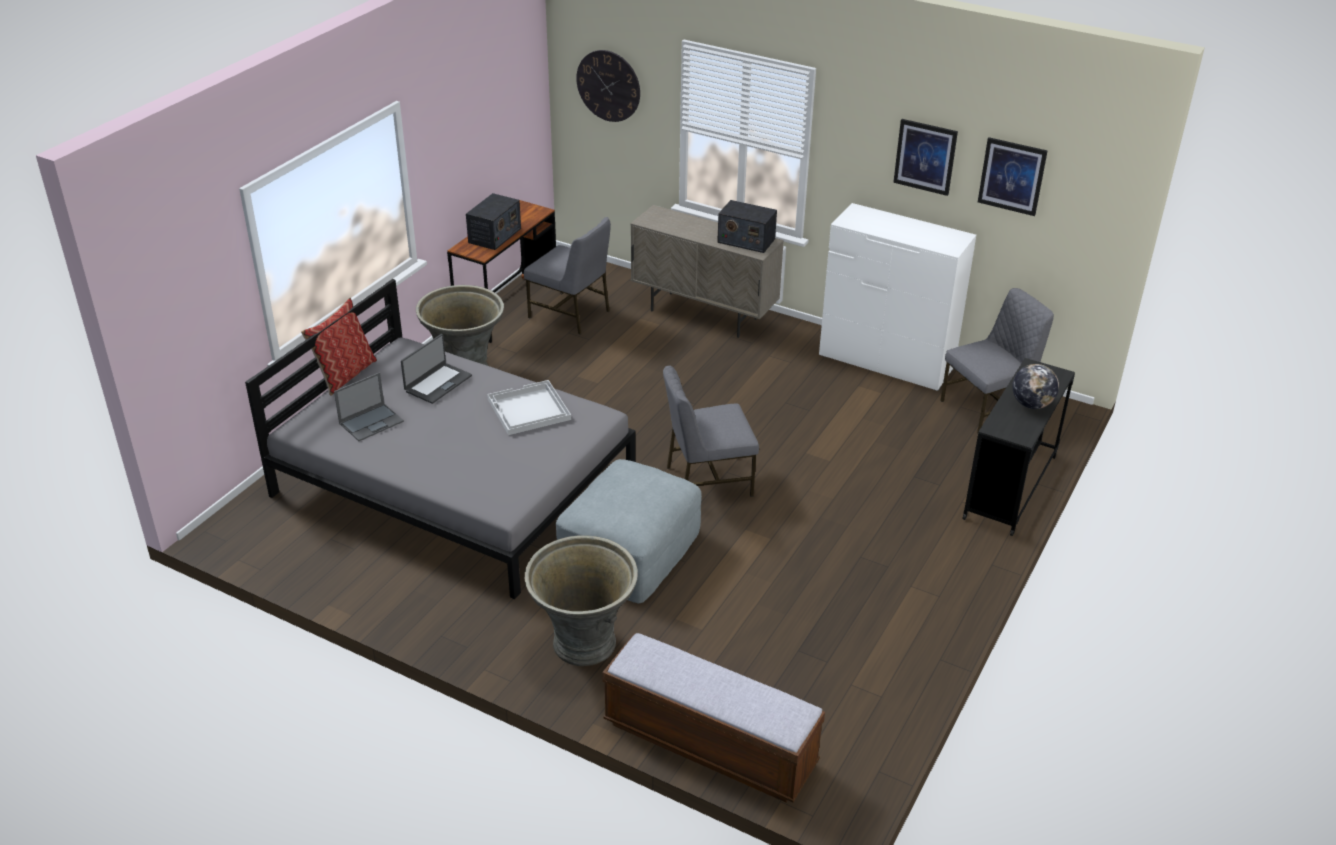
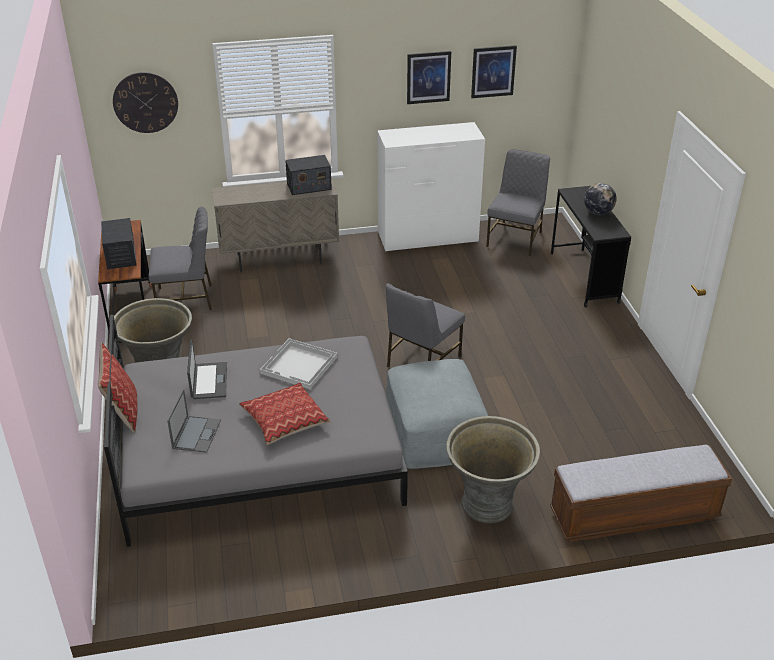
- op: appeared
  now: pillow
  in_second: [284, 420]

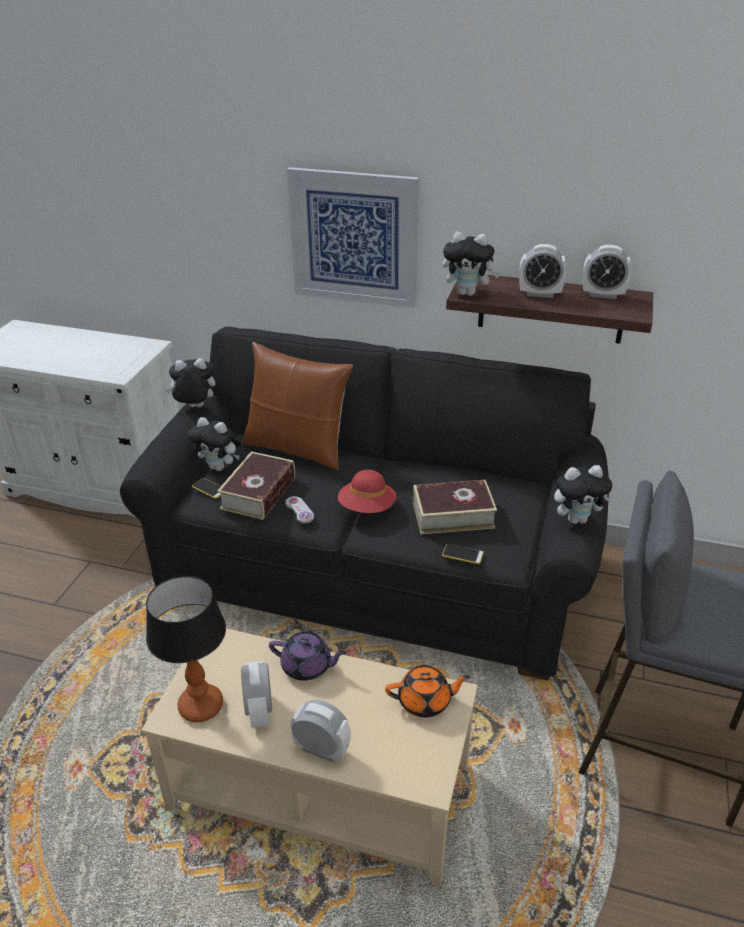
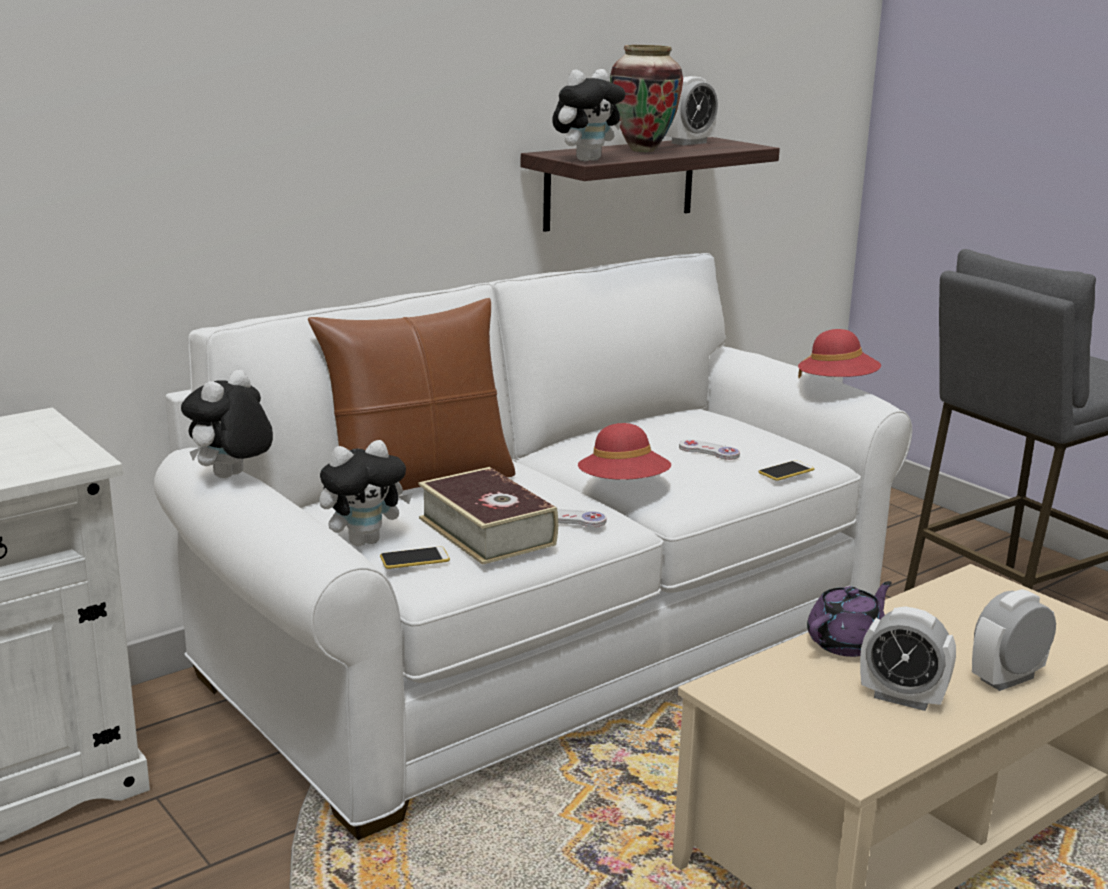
- op: missing
  was: table lamp
  in_first: [200, 706]
- op: missing
  was: picture
  in_first: [354, 238]
- op: missing
  was: teapot/orange
  in_first: [425, 701]
- op: exchanged
  was: book
  now: game controller/white
  in_first: [453, 515]
  in_second: [709, 451]
- op: exchanged
  was: alarm clock
  now: vase
  in_first: [539, 294]
  in_second: [643, 150]
- op: exchanged
  was: plush toy
  now: hat/red
  in_first: [577, 519]
  in_second: [837, 385]
- op: colour
  was: sofa/black
  now: sofa/white
  in_first: [373, 571]
  in_second: [549, 650]

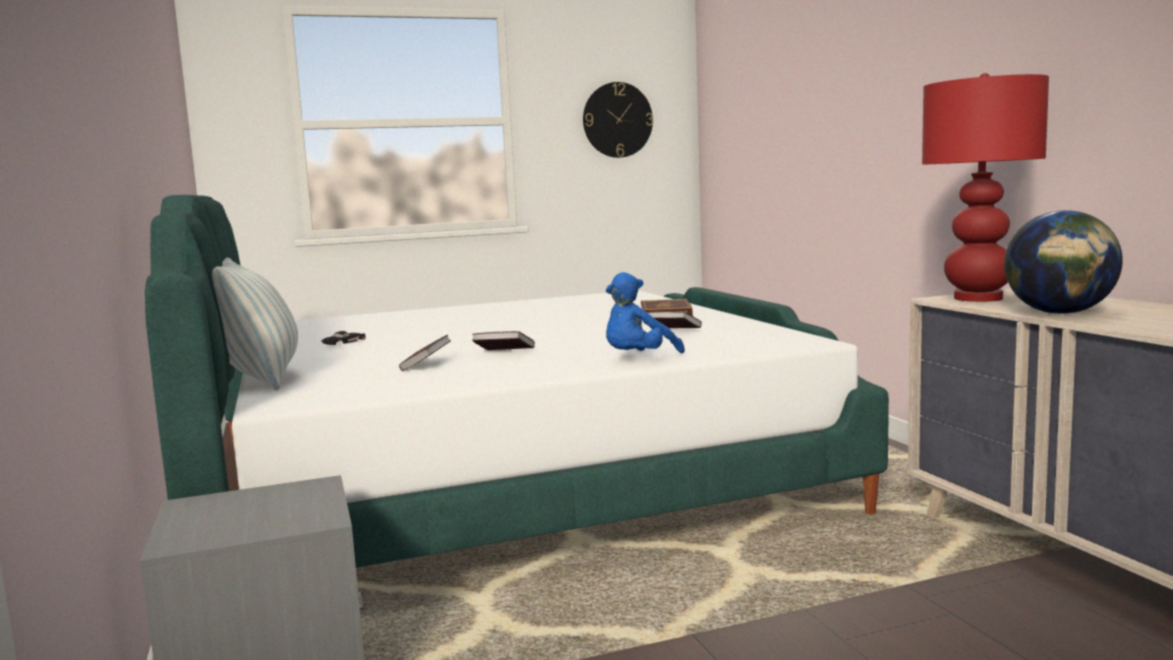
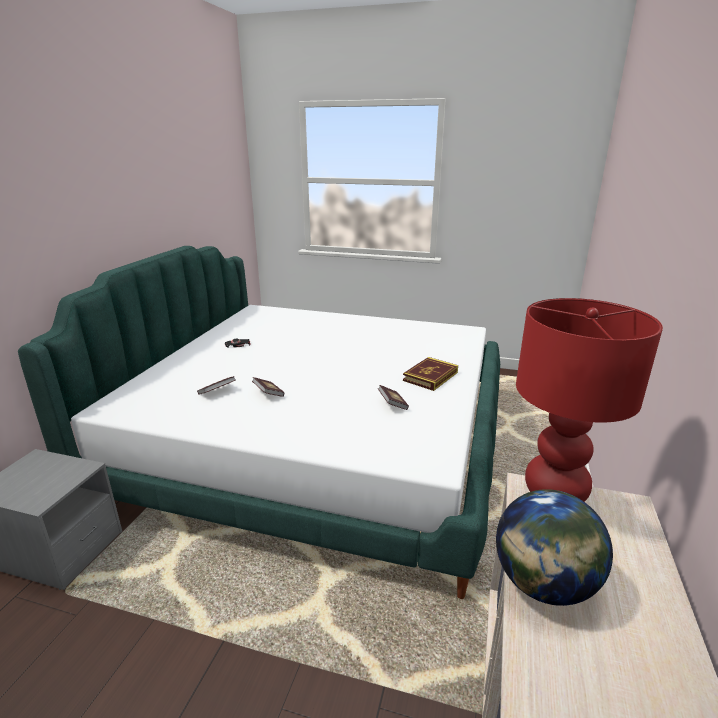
- op: missing
  was: pillow
  in_first: [260, 379]
- op: missing
  was: wall clock
  in_first: [617, 120]
- op: missing
  was: plush toy/blue
  in_first: [638, 359]

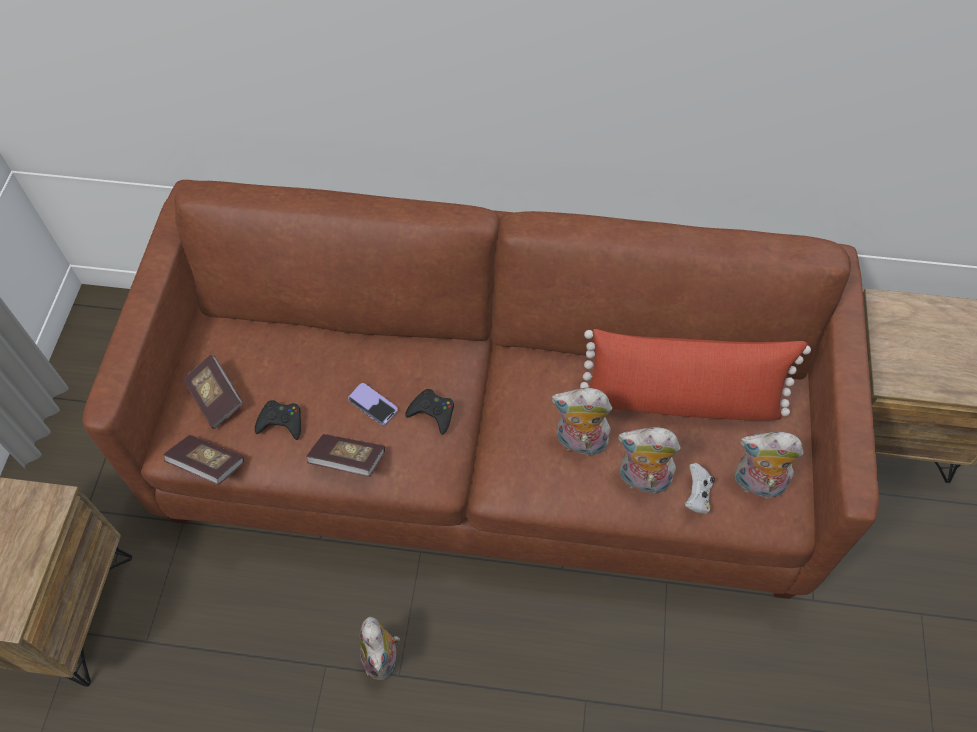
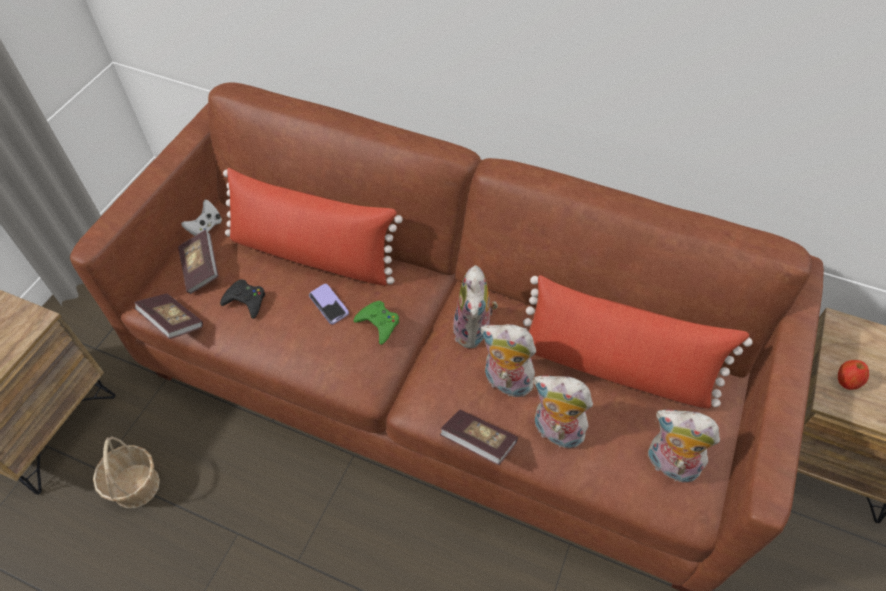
- op: appeared
  now: basket
  in_second: [136, 485]
- op: appeared
  now: pillow/red
  in_second: [312, 254]
- op: appeared
  now: apple
  in_second: [846, 382]
- op: relocated
  was: book
  in_first: [348, 461]
  in_second: [478, 442]
- op: relocated
  was: plush toy
  in_first: [383, 658]
  in_second: [474, 331]
- op: relocated
  was: game controller/white
  in_first: [697, 496]
  in_second: [206, 228]
- op: colour
  was: game controller/black
  now: game controller/green
  in_first: [432, 413]
  in_second: [378, 324]

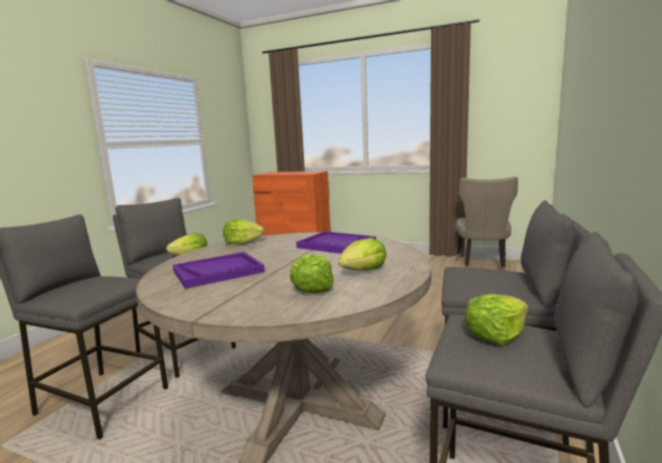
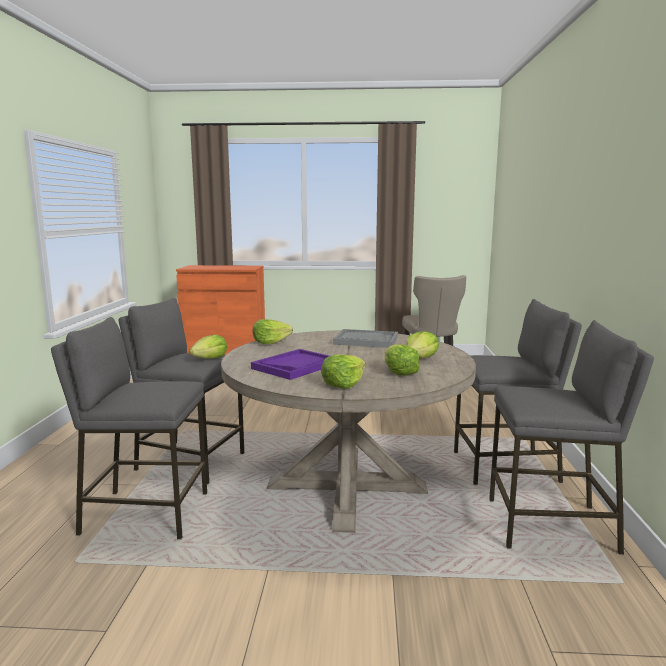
- op: relocated
  was: lettuce
  in_first: [495, 334]
  in_second: [343, 384]
- op: colour
  was: tray/purple
  now: tray/grey
  in_first: [336, 245]
  in_second: [366, 340]

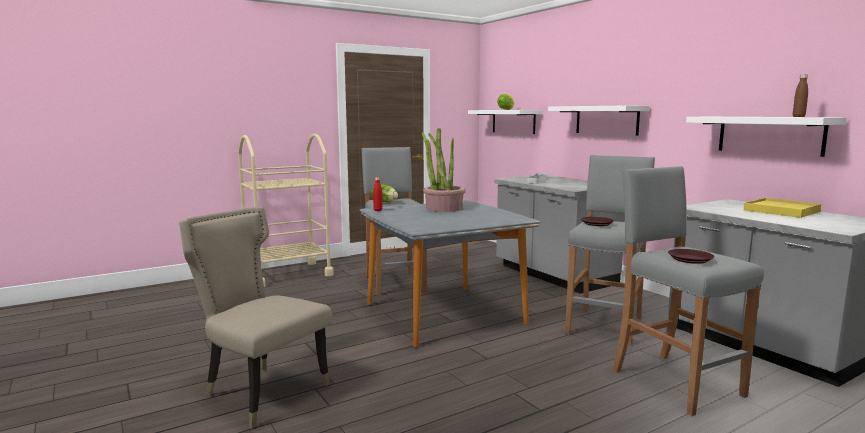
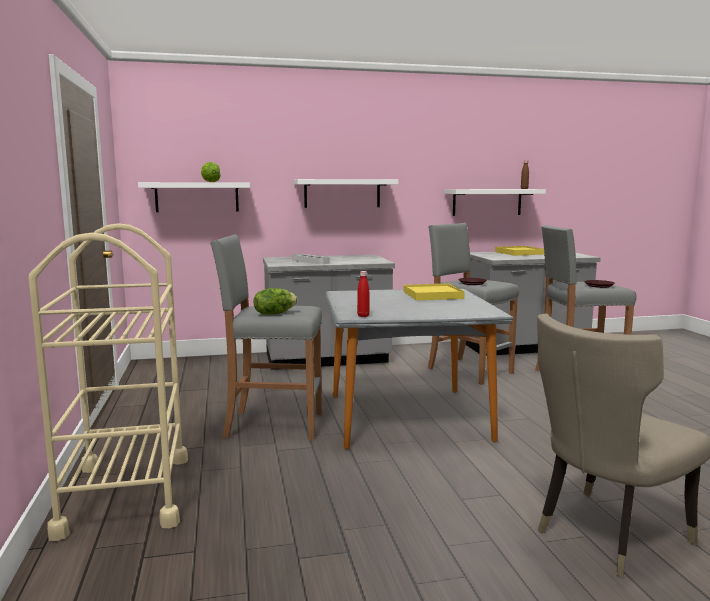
- op: missing
  was: potted plant
  in_first: [443, 208]
- op: appeared
  now: tray/yellow
  in_second: [432, 295]

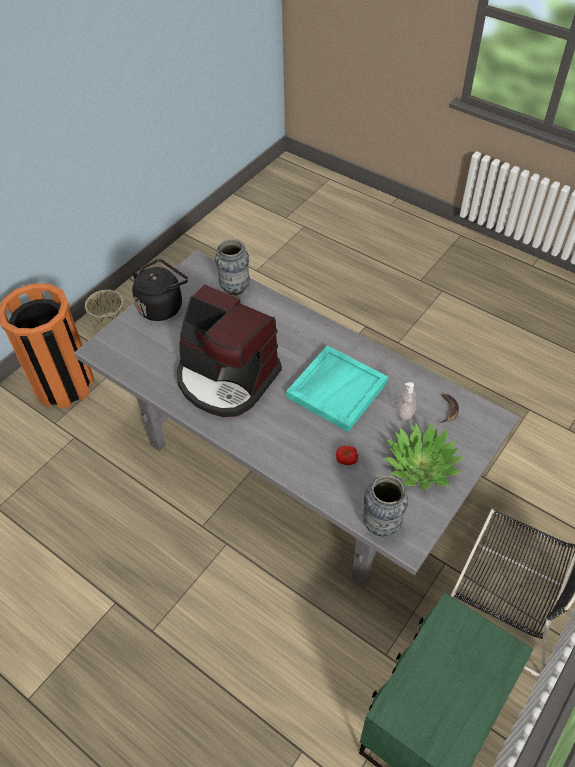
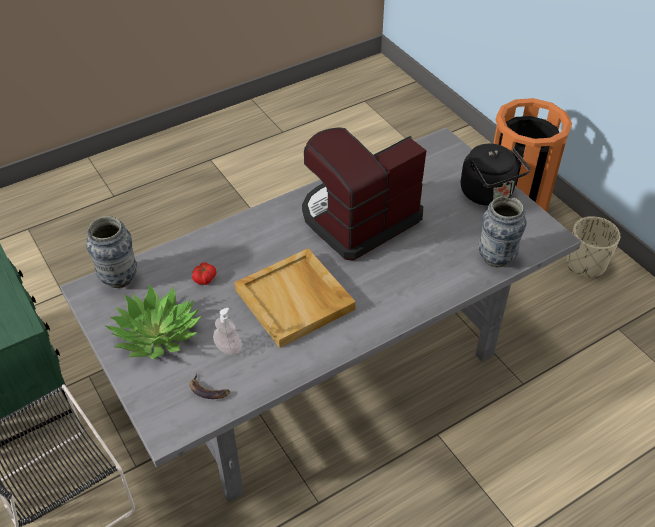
- op: colour
  was: tray/turquoise
  now: tray/beige
  in_first: [336, 389]
  in_second: [296, 300]

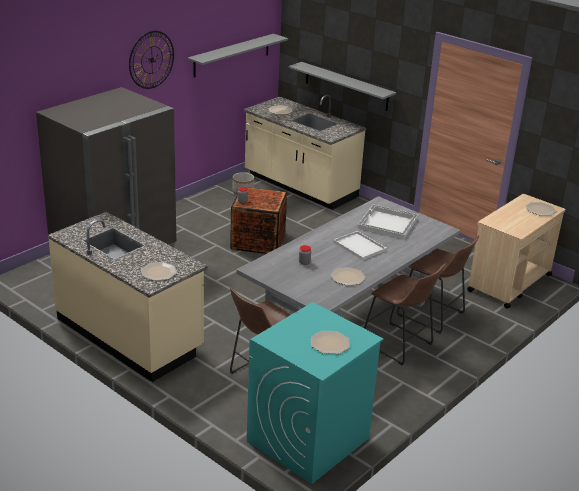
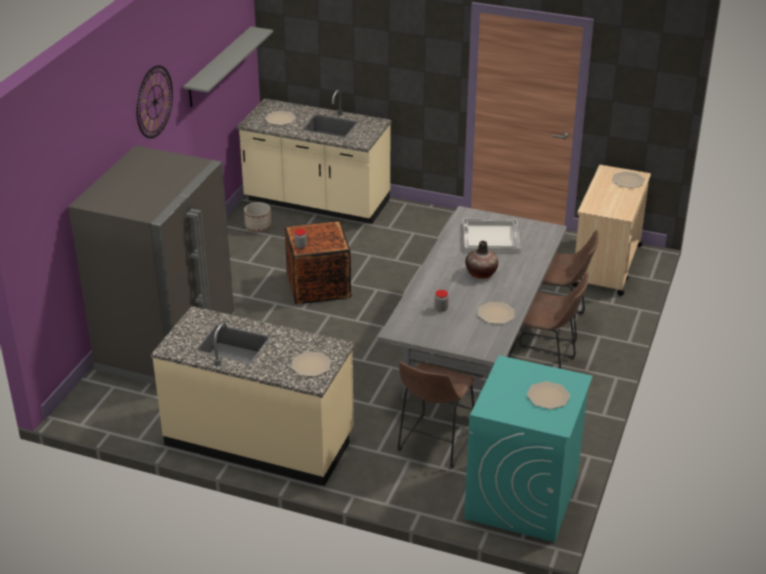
- op: missing
  was: shelf/grey
  in_first: [346, 86]
- op: exchanged
  was: tray/white
  now: vase
  in_first: [358, 246]
  in_second: [481, 273]

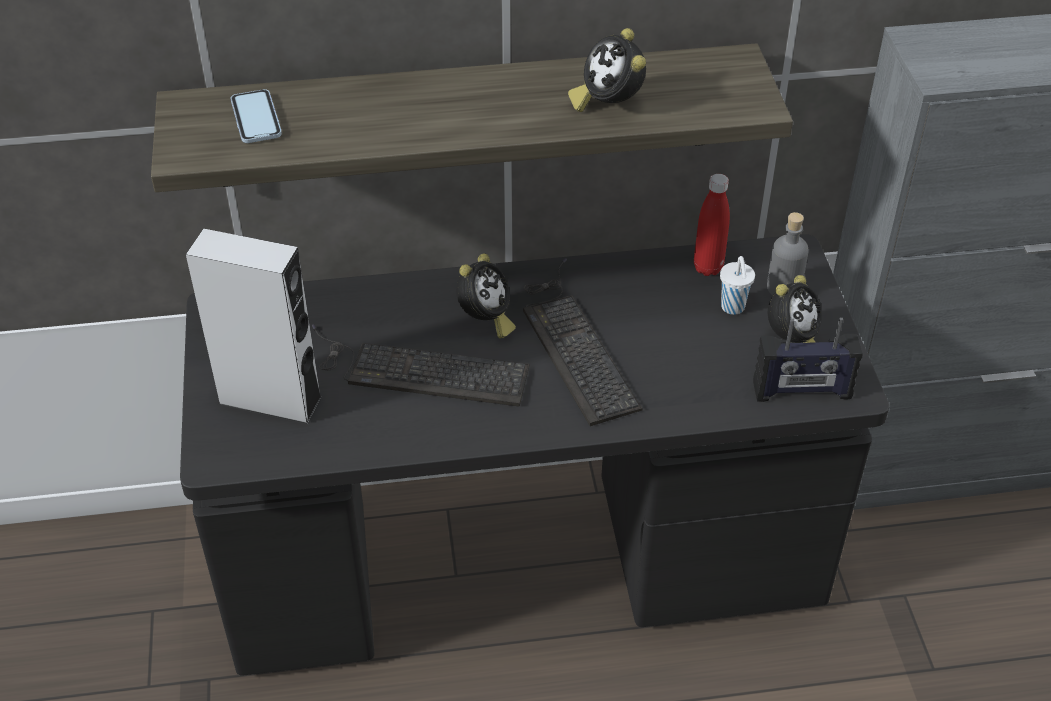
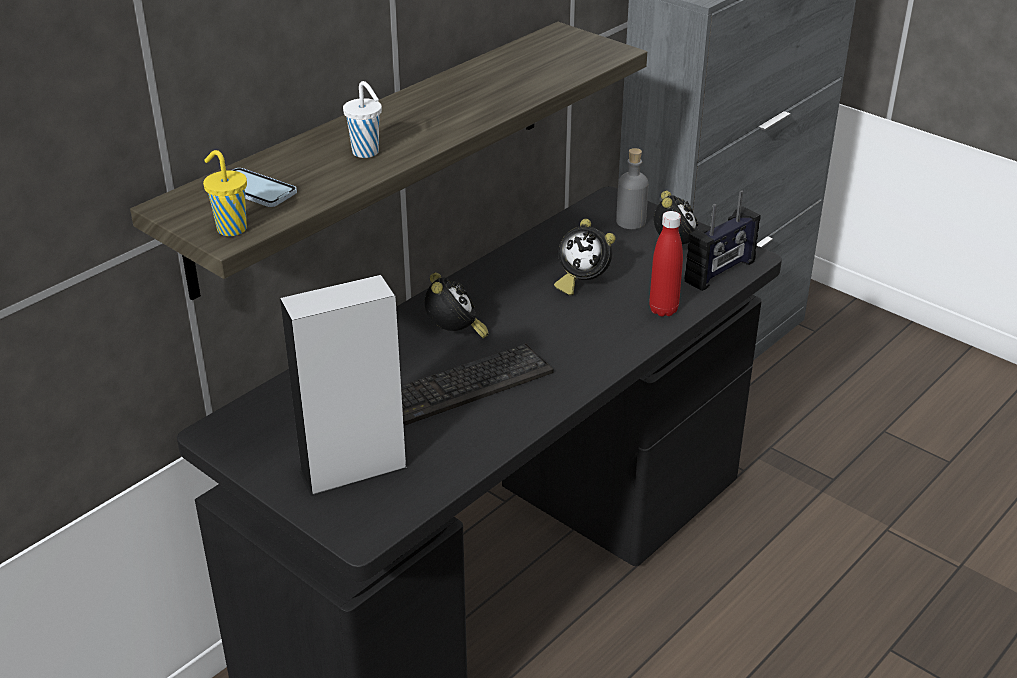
- op: missing
  was: keyboard
  in_first: [574, 343]
- op: appeared
  now: cup/yellow
  in_second: [230, 228]
- op: relocated
  was: alarm clock
  in_first: [609, 104]
  in_second: [581, 283]
- op: relocated
  was: bottle/red
  in_first: [708, 268]
  in_second: [663, 310]
- op: relocated
  was: cup/white
  in_first: [733, 308]
  in_second: [367, 153]

